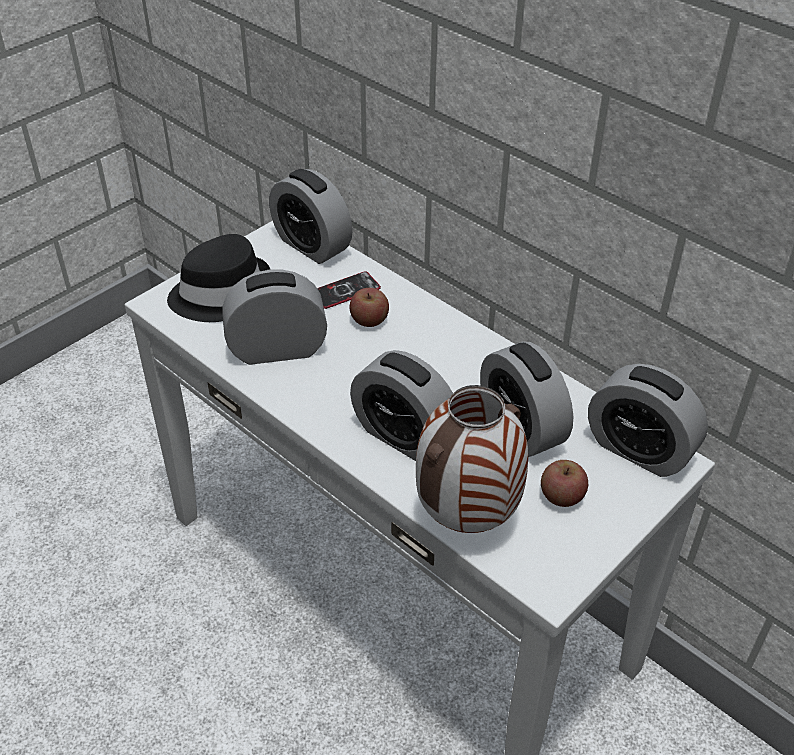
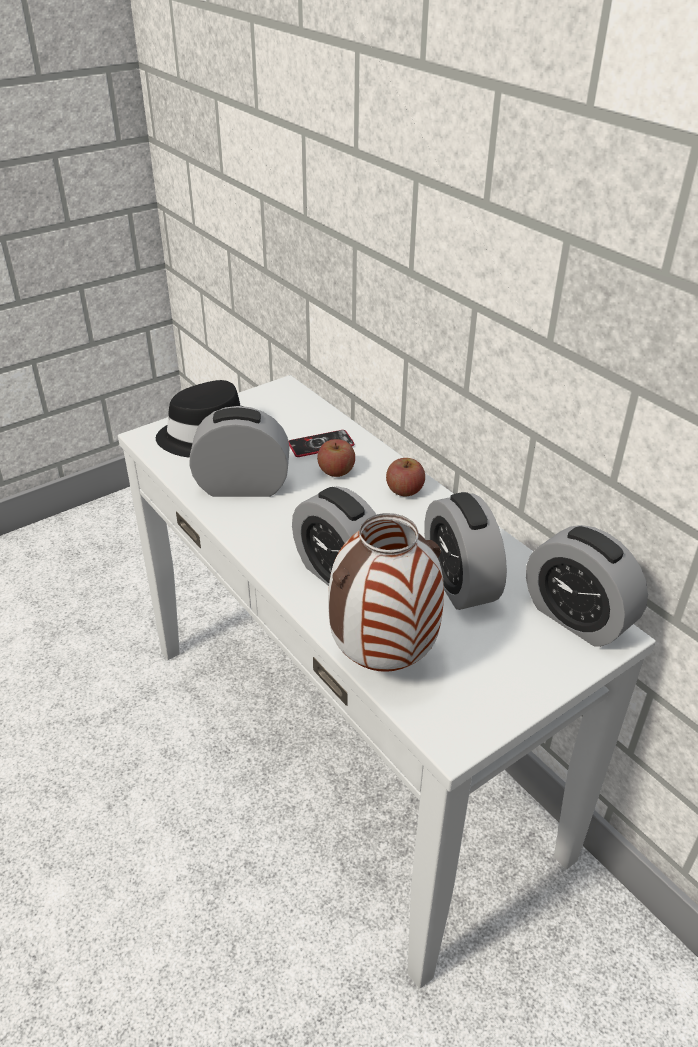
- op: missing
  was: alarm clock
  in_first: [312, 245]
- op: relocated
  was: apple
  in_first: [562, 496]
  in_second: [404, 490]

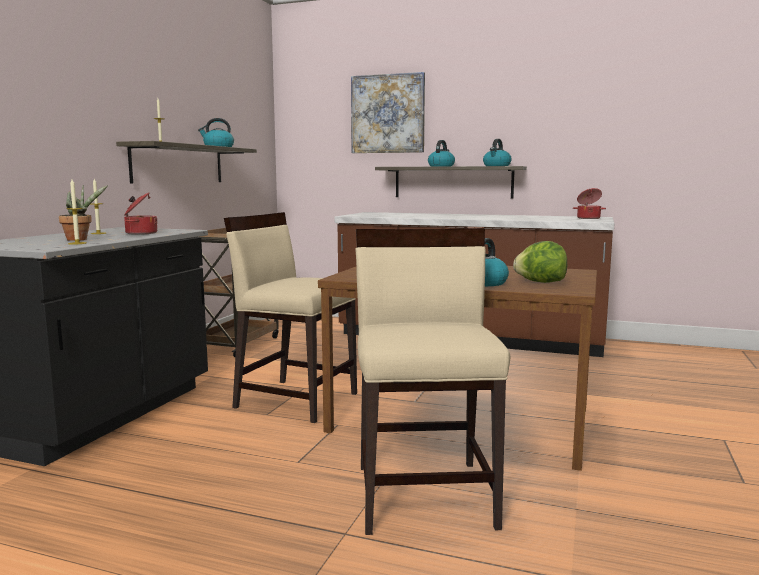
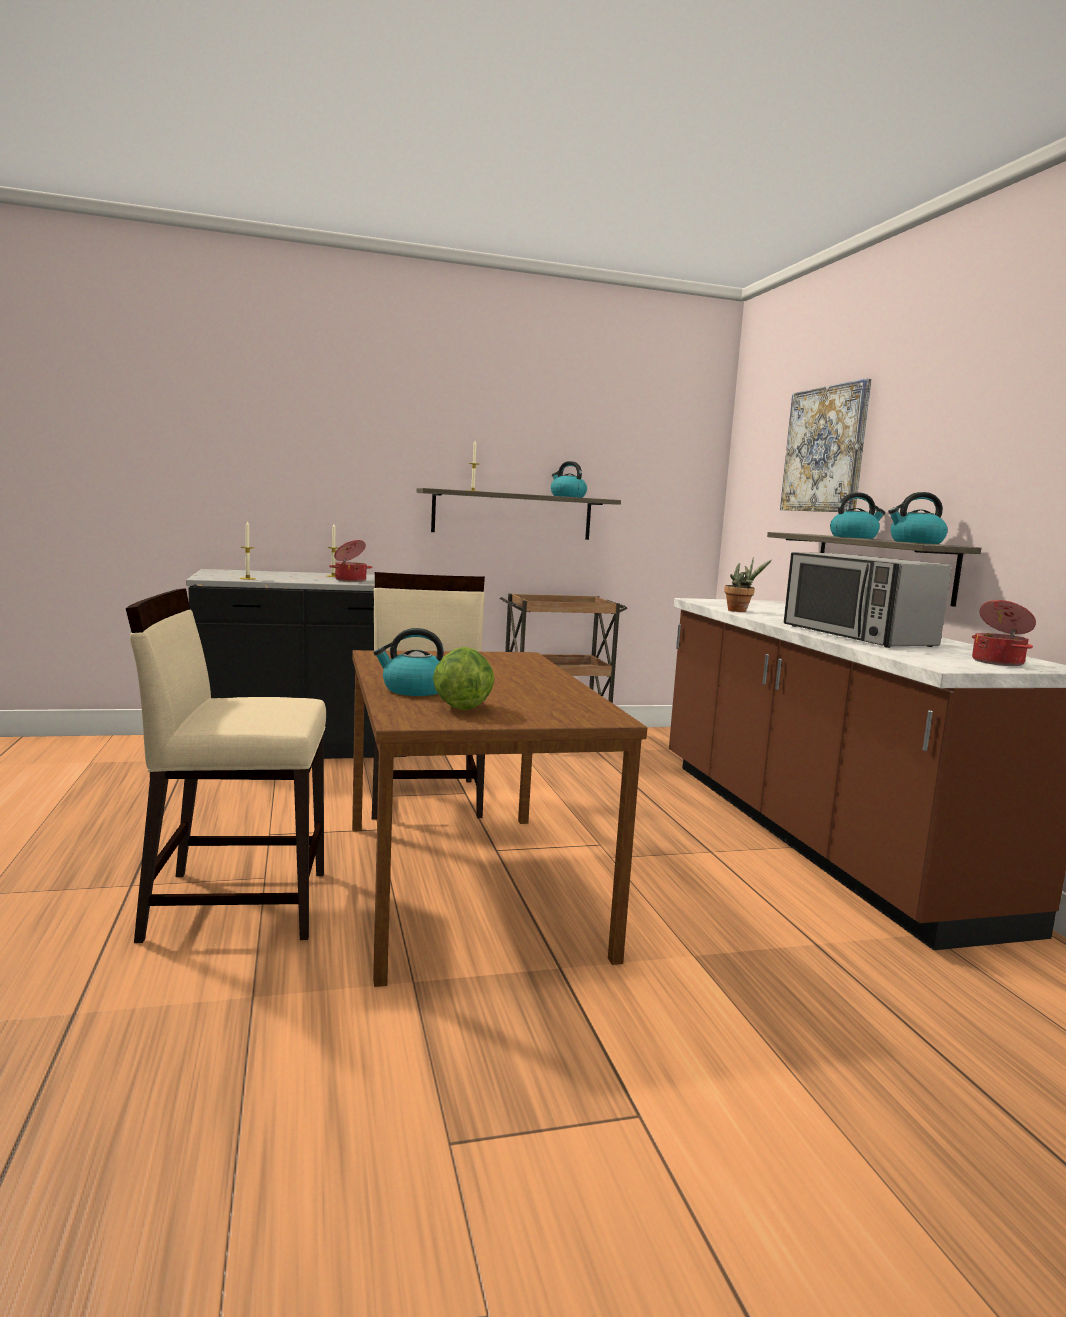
- op: appeared
  now: microwave
  in_second: [856, 636]
- op: relocated
  was: potted plant
  in_first: [80, 239]
  in_second: [740, 611]
- op: spun
  was: chair/beige
  in_first: [425, 494]
  in_second: [235, 904]
  clockwise: -150

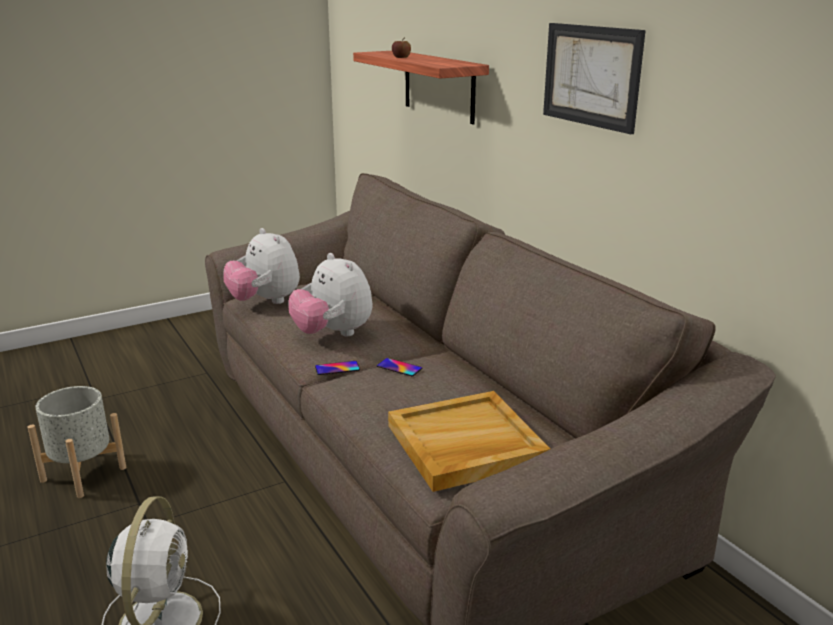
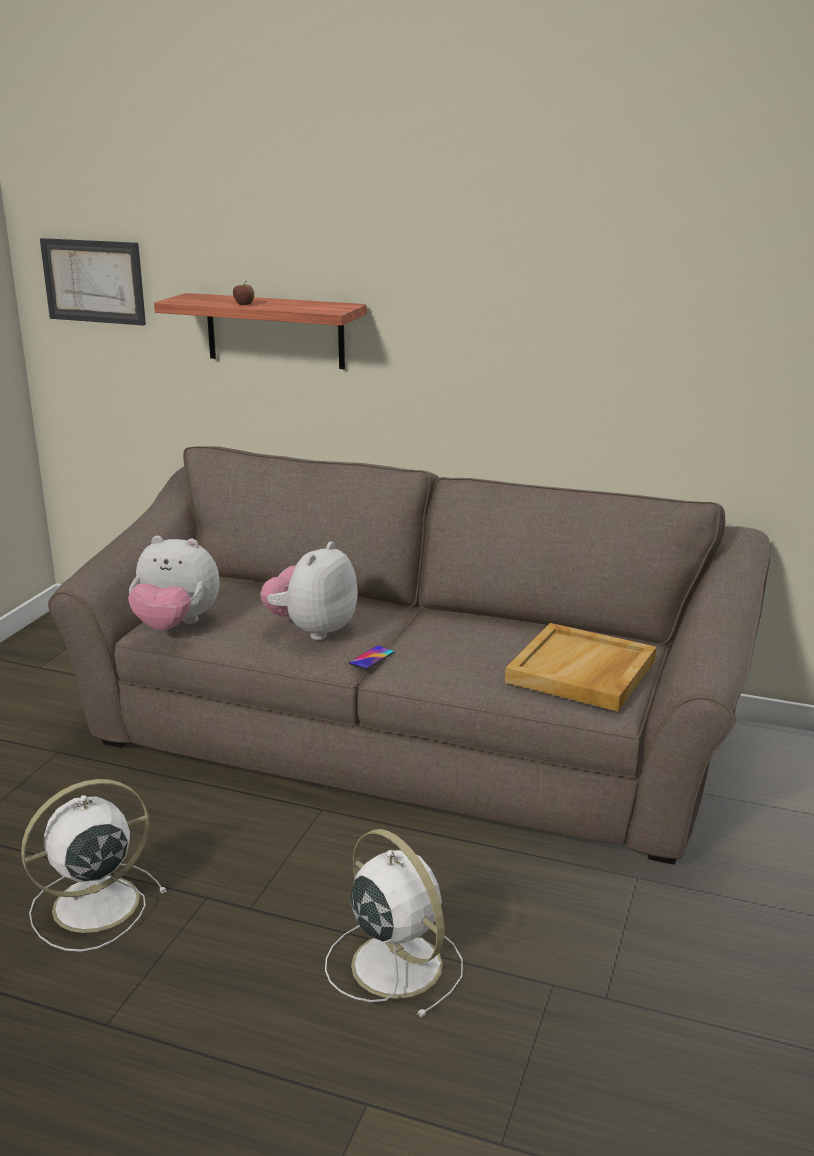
- op: missing
  was: phone
  in_first: [399, 367]
- op: relocated
  was: picture
  in_first: [591, 76]
  in_second: [94, 281]
- op: exchanged
  was: planter/grey
  now: fan/white
  in_first: [84, 474]
  in_second: [92, 906]
- op: spun
  was: plush toy
  in_first: [333, 334]
  in_second: [312, 630]
  clockwise: 105

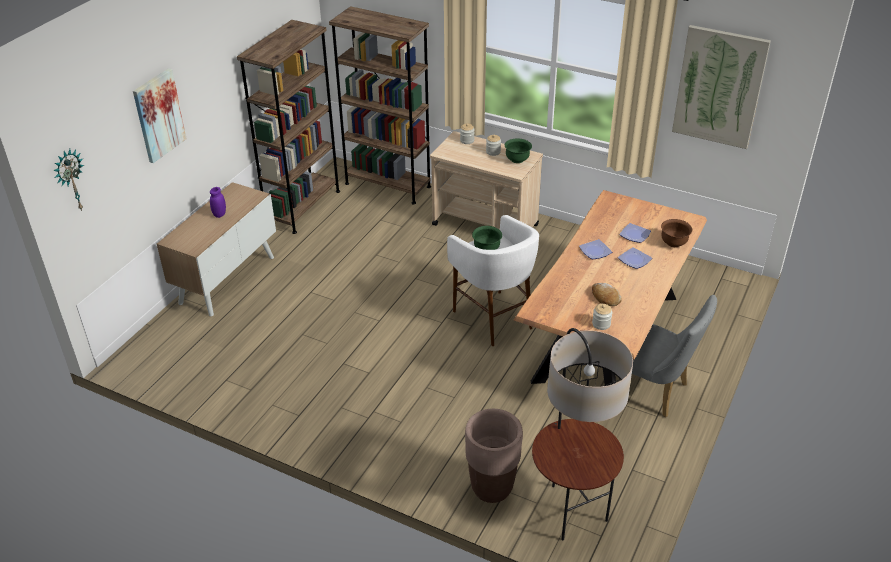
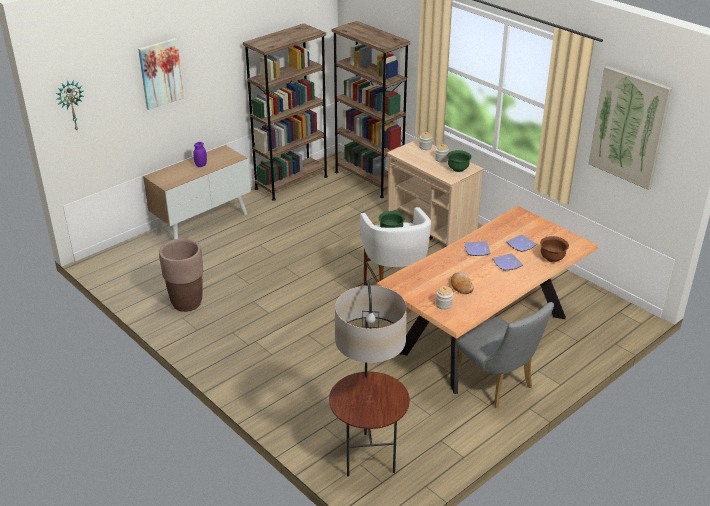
- op: relocated
  was: planter/brown
  in_first: [491, 488]
  in_second: [187, 303]

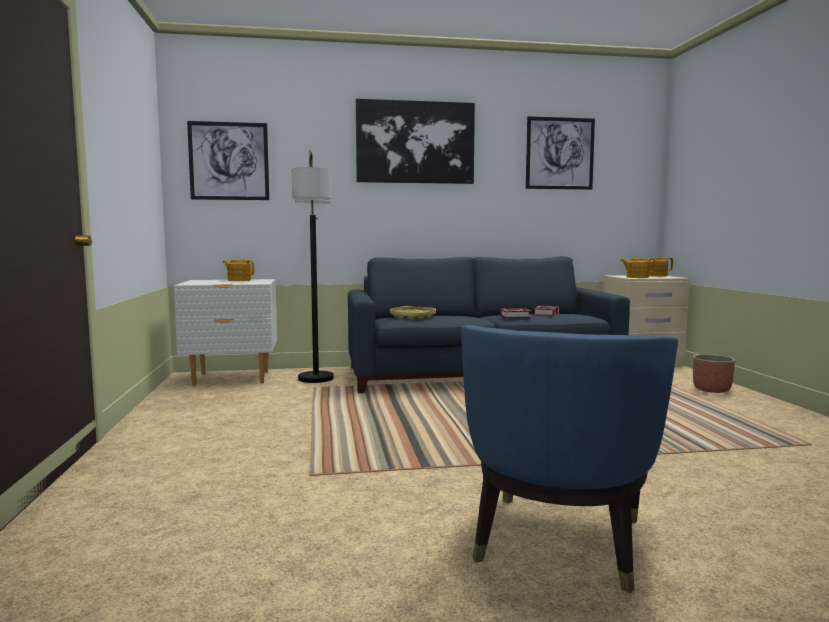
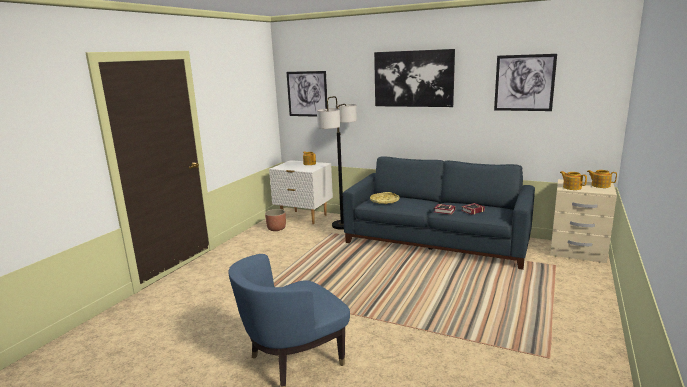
- op: relocated
  was: planter
  in_first: [711, 390]
  in_second: [276, 228]

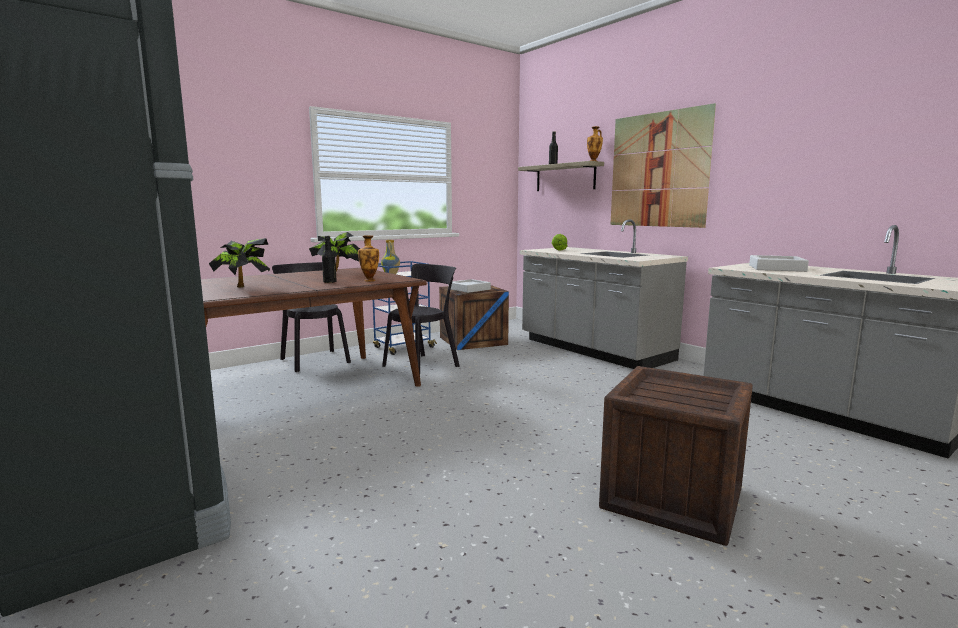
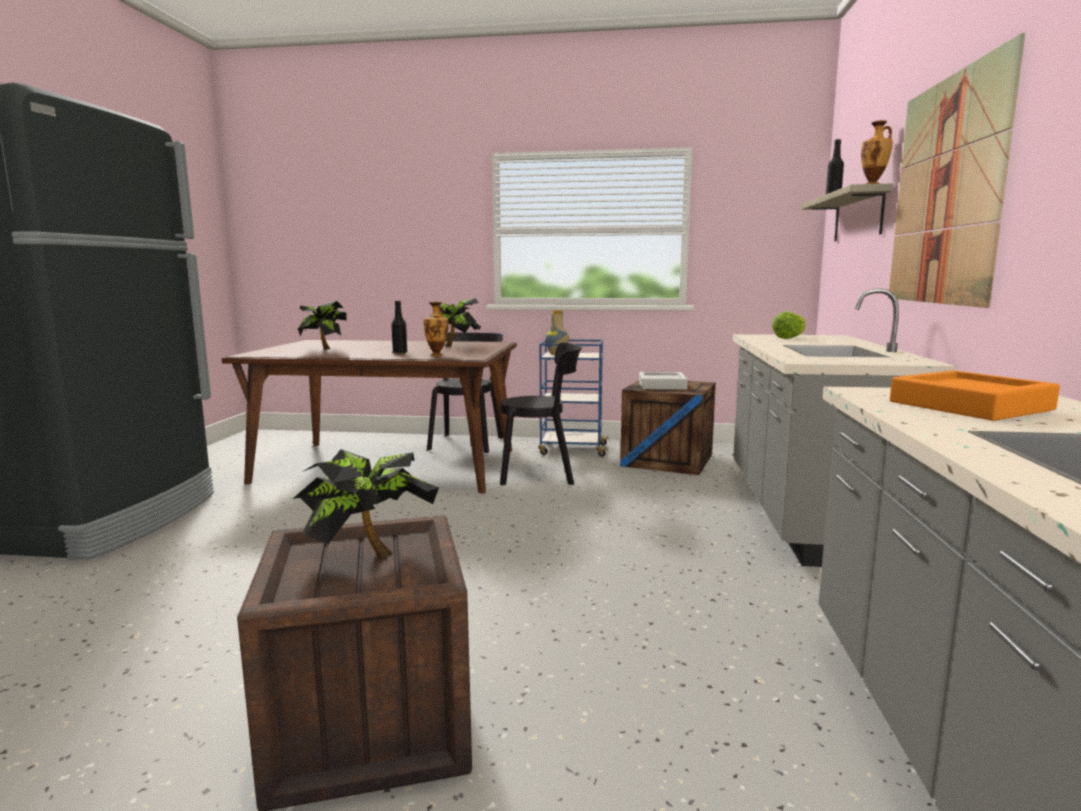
- op: appeared
  now: potted plant
  in_second: [366, 555]
- op: colour
  was: tray/grey
  now: tray/orange
  in_first: [776, 268]
  in_second: [969, 406]

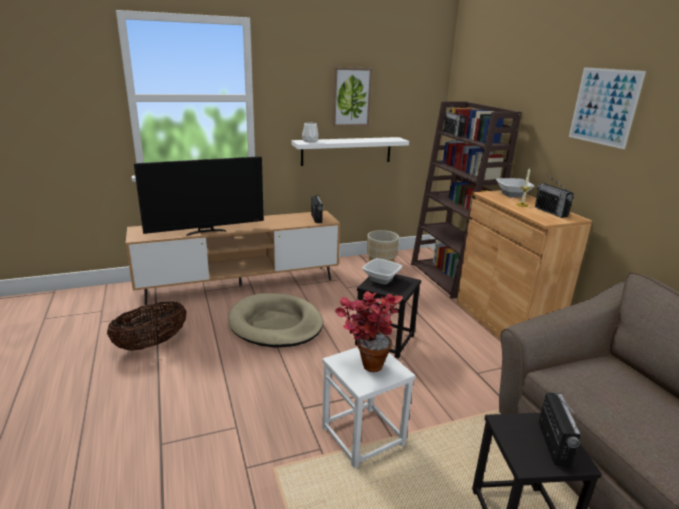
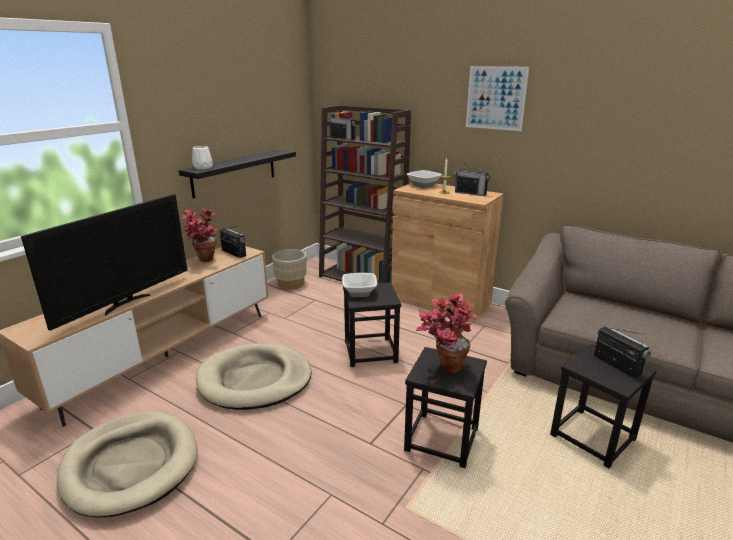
- op: missing
  was: picture
  in_first: [351, 97]
- op: appeared
  now: potted plant
  in_second: [203, 261]
- op: exchanged
  was: basket
  now: dog bed/beige
  in_first: [151, 344]
  in_second: [131, 465]
- op: colour
  was: shelf/white
  now: shelf/black
  in_first: [346, 151]
  in_second: [234, 172]
- op: colour
  was: stool/white
  now: stool/black
  in_first: [363, 436]
  in_second: [442, 439]

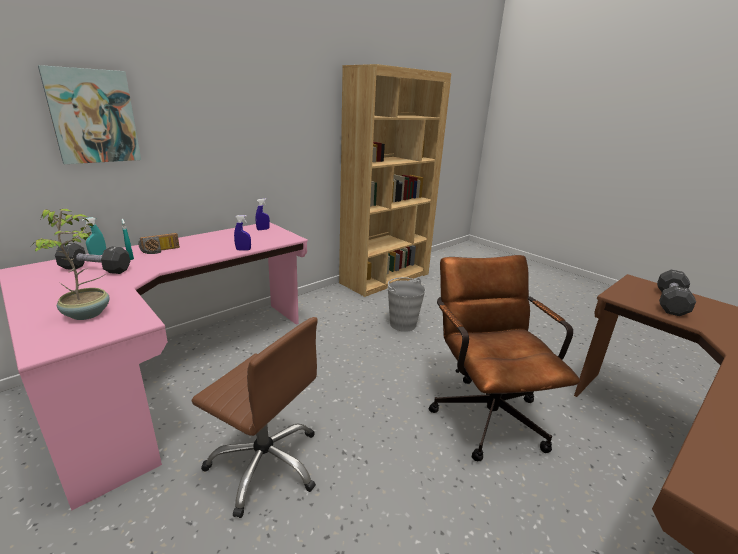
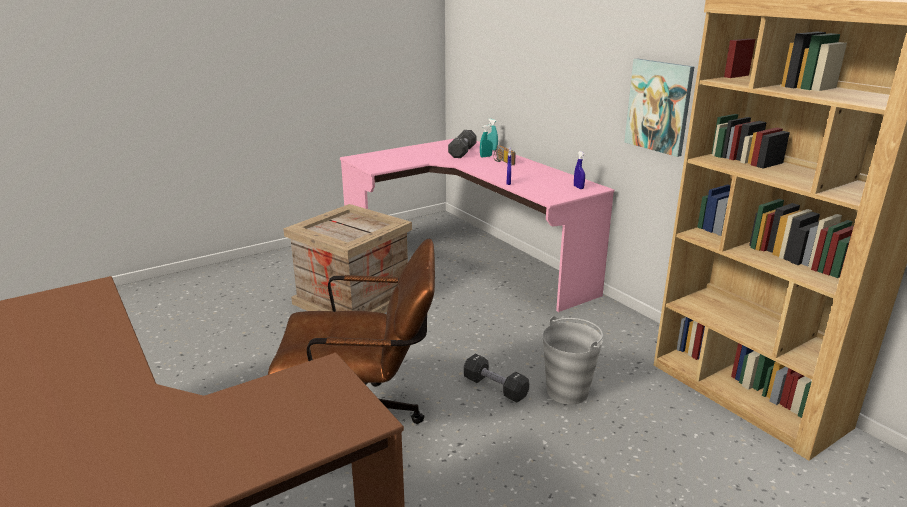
- op: missing
  was: potted plant
  in_first: [88, 314]
- op: relocated
  was: picture
  in_first: [93, 116]
  in_second: [659, 106]
- op: relocated
  was: dumbbell/black
  in_first: [670, 302]
  in_second: [495, 388]
- op: exchanged
  was: office chair/brown
  now: crate
  in_first: [265, 463]
  in_second: [352, 300]

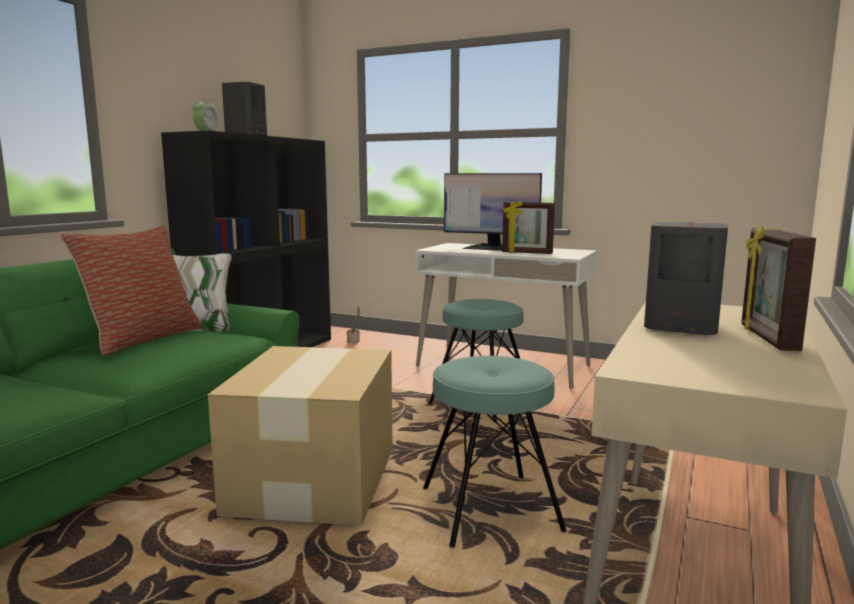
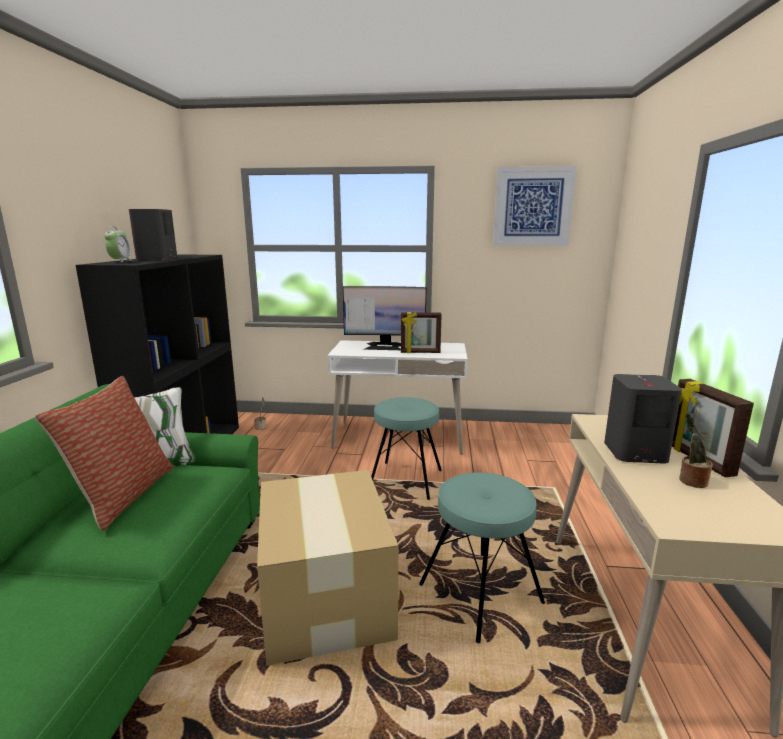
- op: appeared
  now: picture
  in_second: [533, 207]
- op: appeared
  now: potted plant
  in_second: [691, 481]

